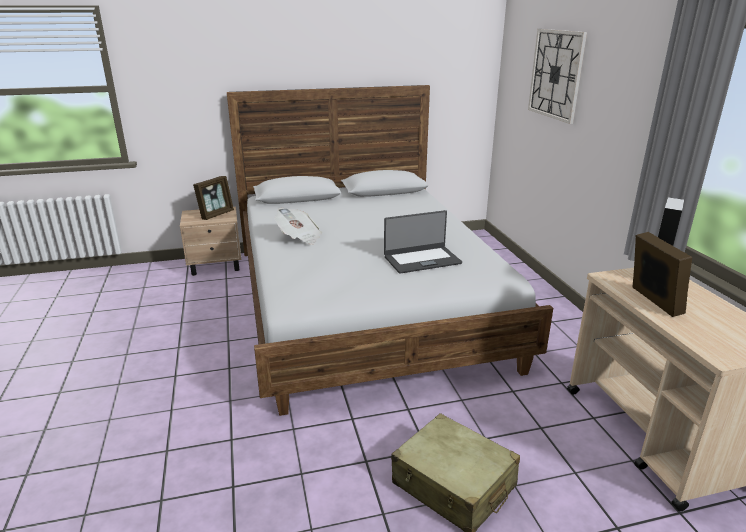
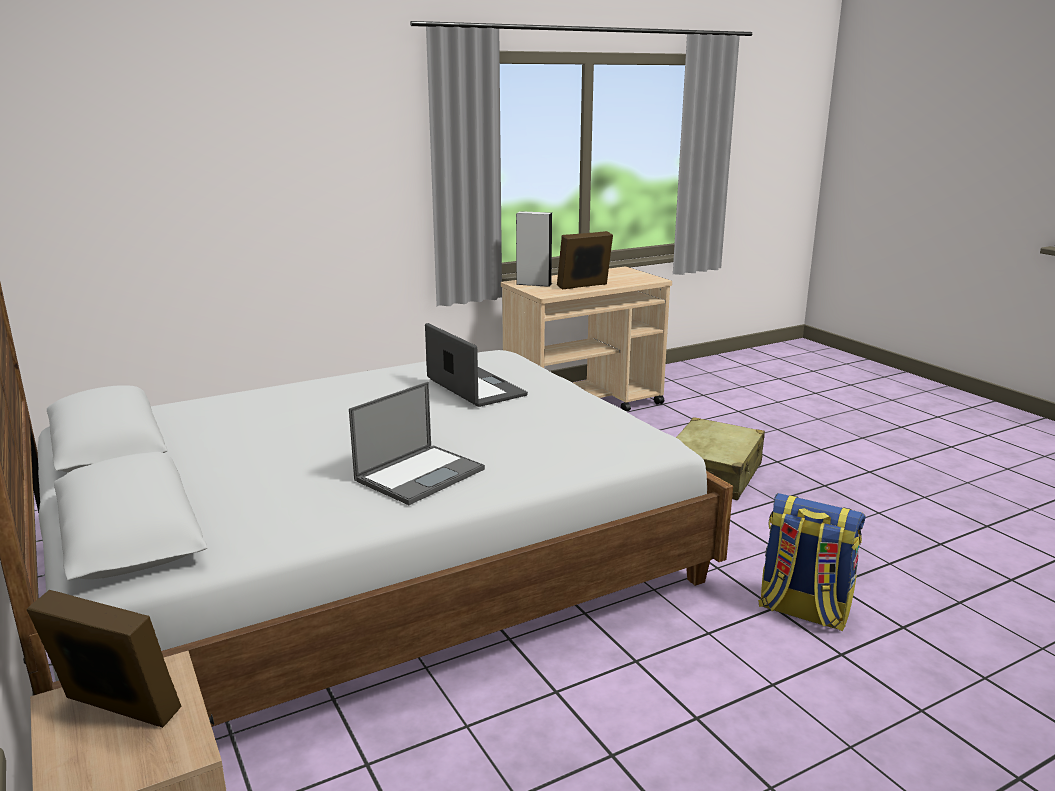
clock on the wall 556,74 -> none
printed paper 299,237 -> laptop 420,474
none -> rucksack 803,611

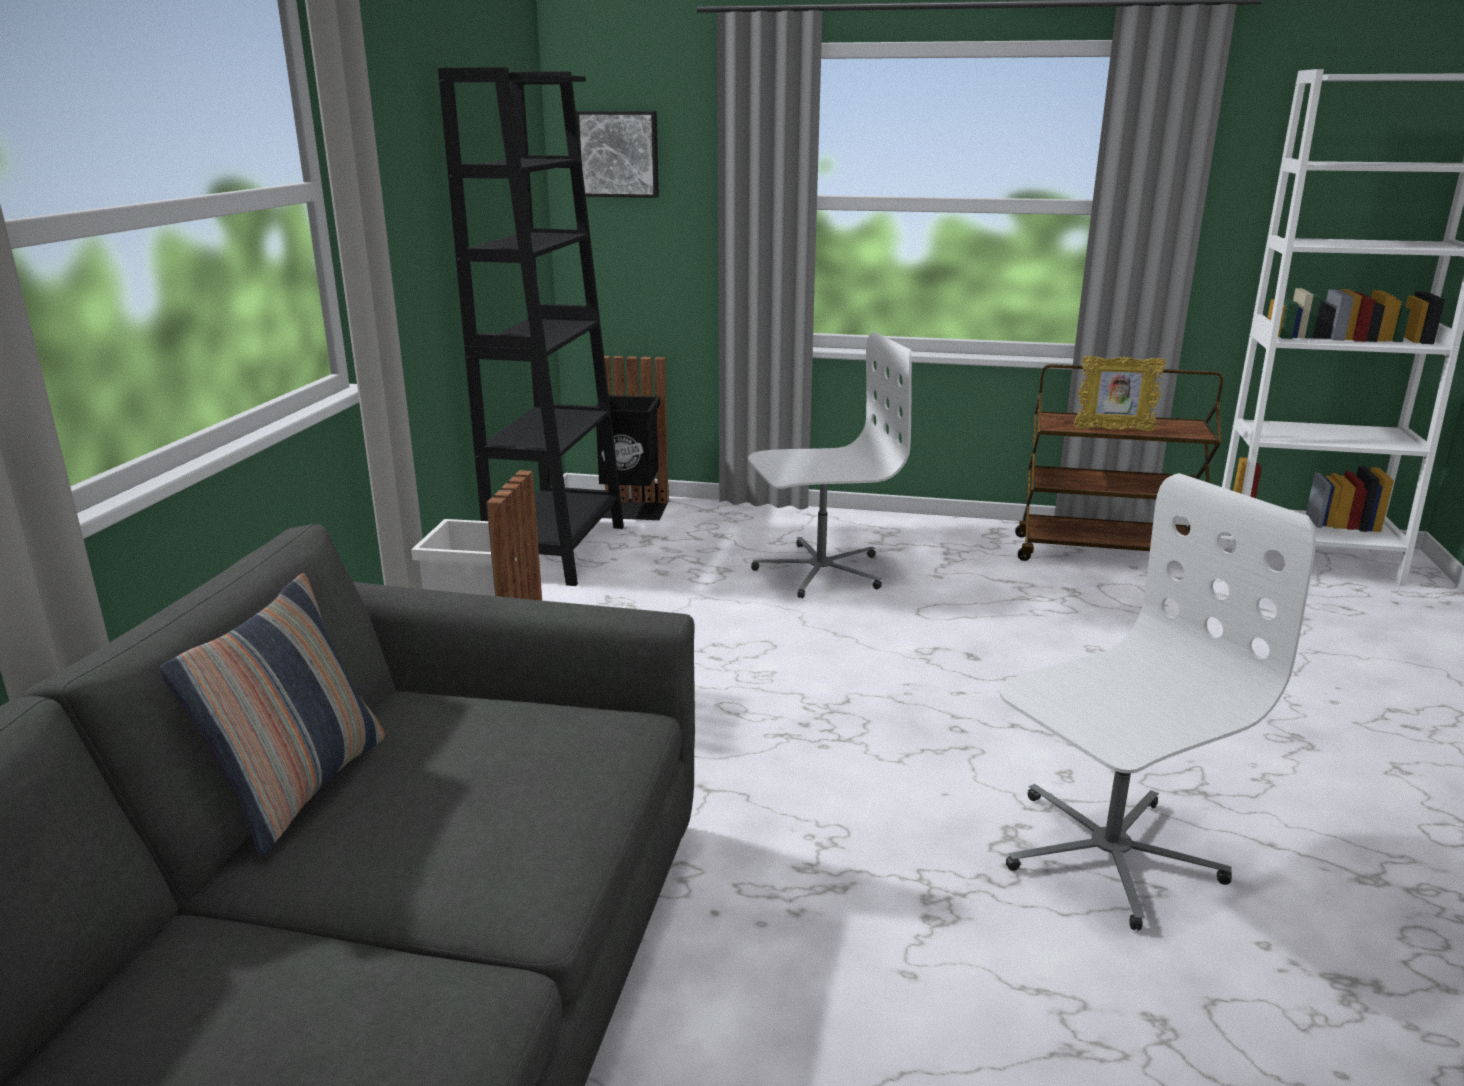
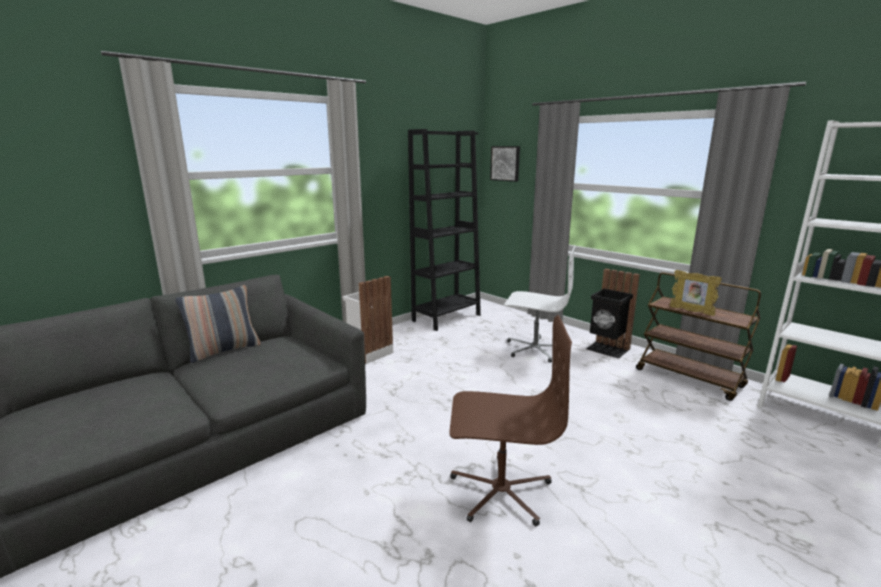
blackish waste bin 632,510 -> blackish waste bin 607,349, shifted
whitish computer chair 1107,853 -> brown computer chair 500,490

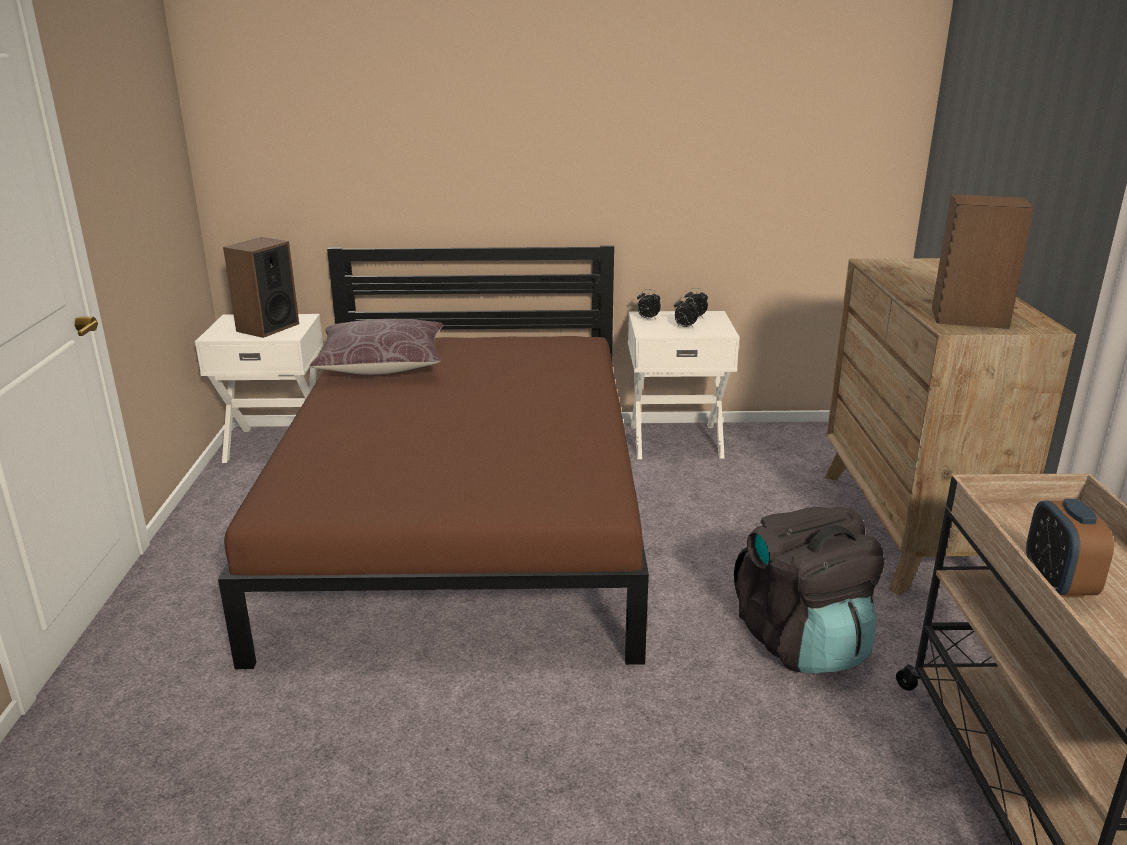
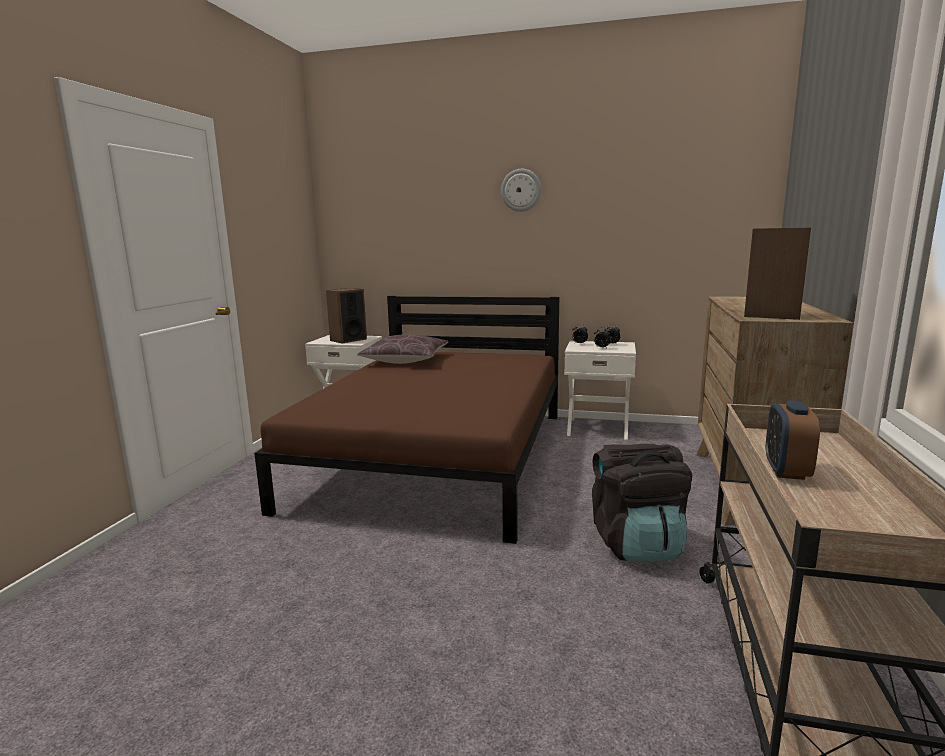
none -> clock on the wall 521,190

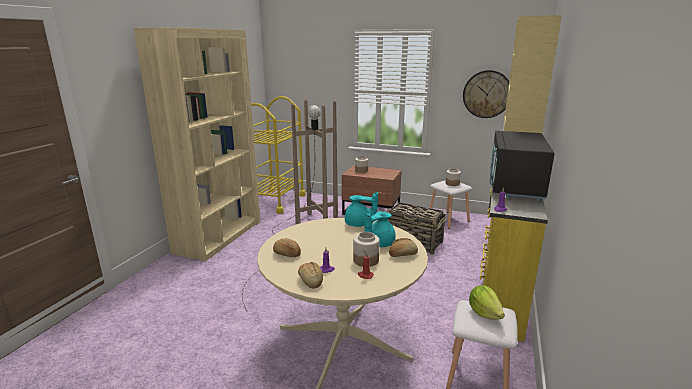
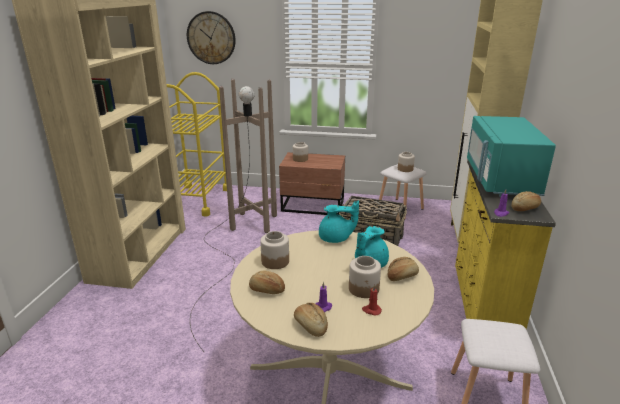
clock on the wall 487,94 -> clock on the wall 211,38, shifted
blackish kitchen microwave 514,186 -> turquoise-coloured kitchen microwave 500,180
lettuce 484,313 -> none
none -> bakery bread 525,208
none -> jar 275,261

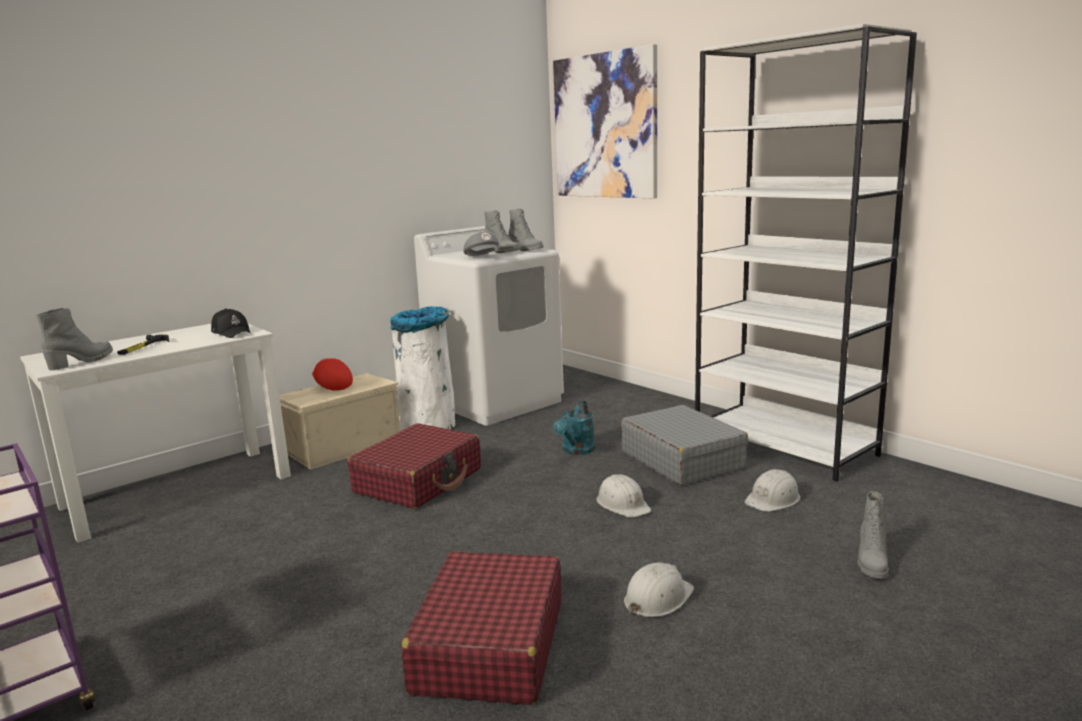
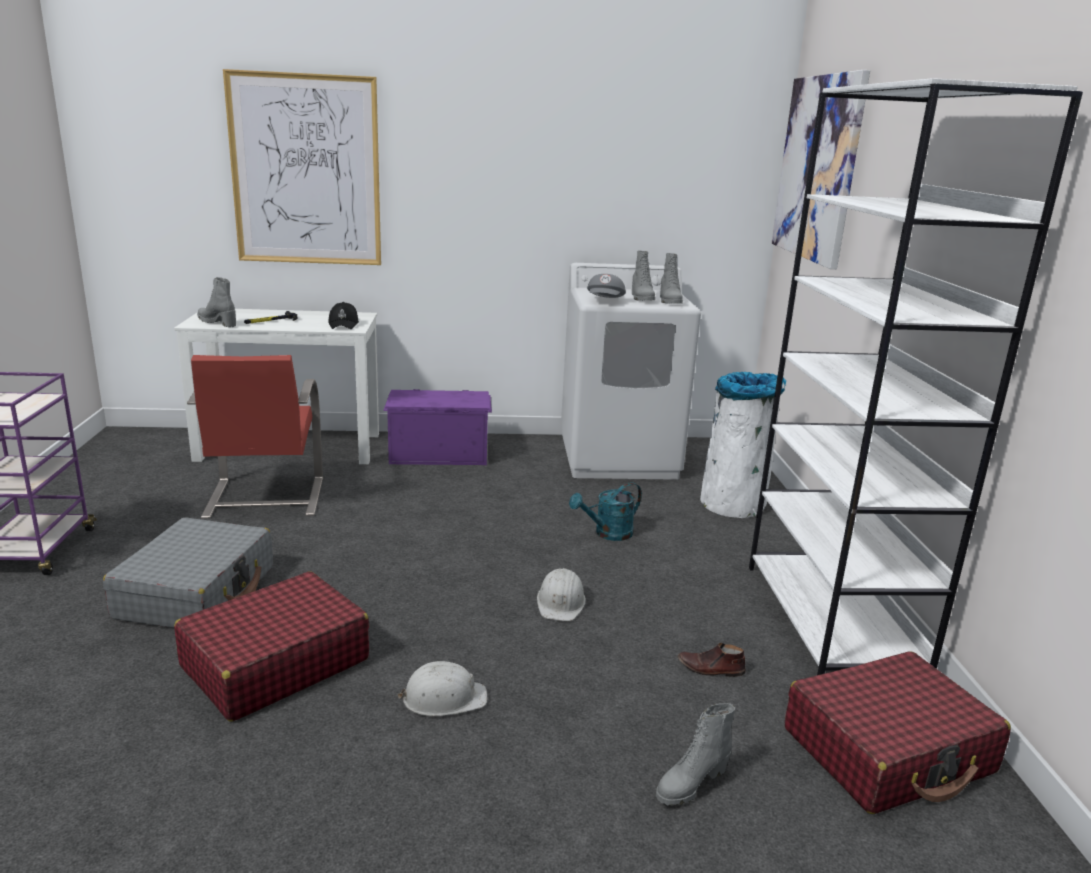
whitish waste bin 428,424 -> whitish waste bin 734,502, shifted
gray tall boot 82,362 -> gray tall boot 218,322, 120 degrees counterclockwise
red peaked cap 331,385 -> none
beige storage bin 342,446 -> purple storage bin 438,453
gray piece of luggage 682,459 -> gray piece of luggage 197,592, shifted
red piece of luggage 419,481 -> red piece of luggage 888,751, shifted
whitish safety helmet 773,499 -> brown shoe 710,669
none -> picture 306,171
none -> red upright chair 264,498

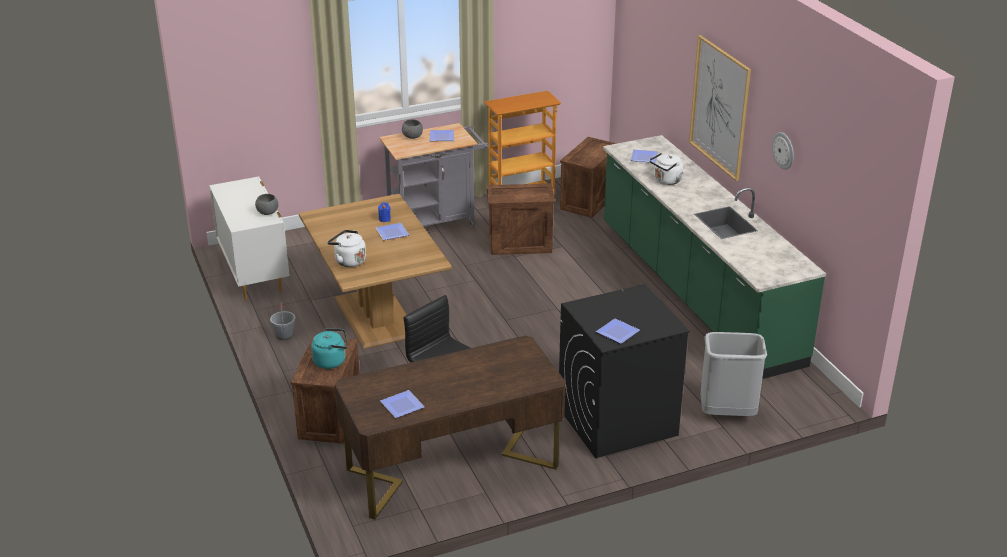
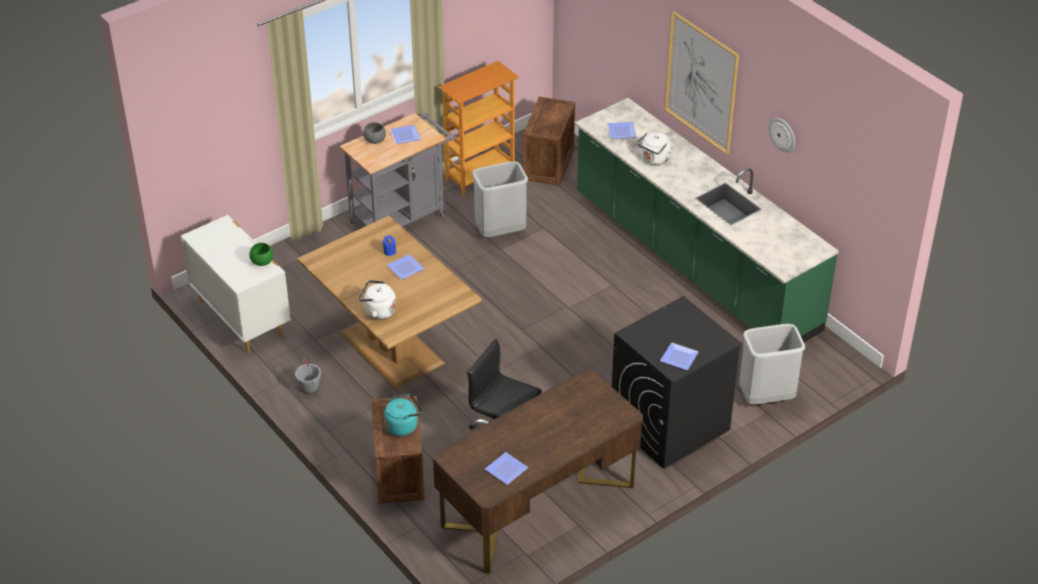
crate 520,244 -> gray waste bin 500,232
gray deep dish 267,213 -> greenish deep dish 262,262

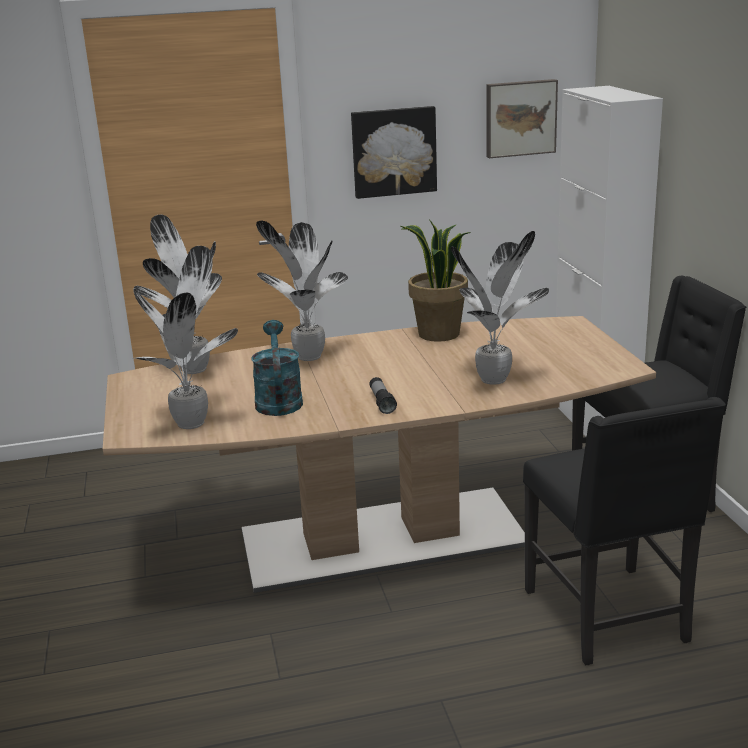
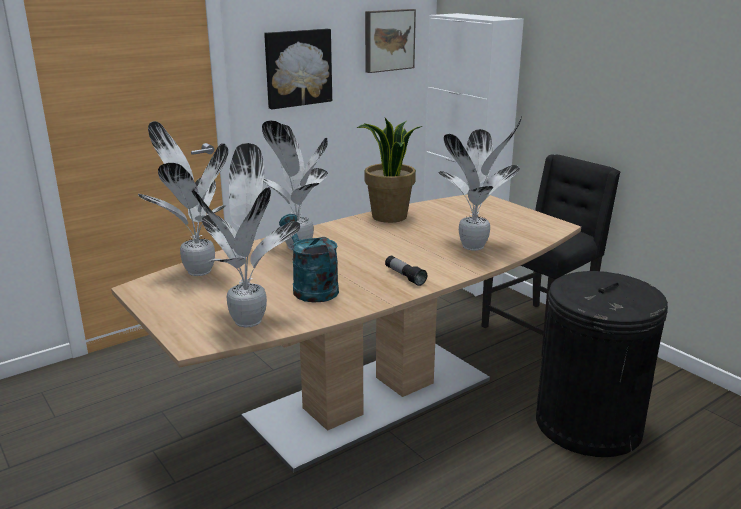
blackish upright chair 609,617 -> blackish waste bin 588,424

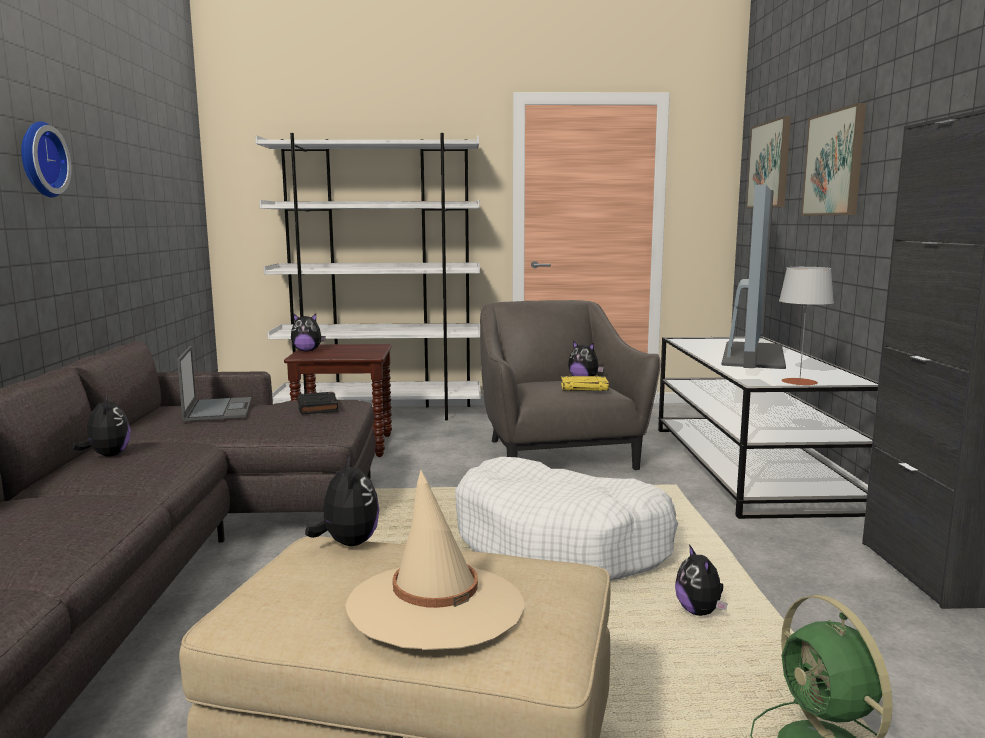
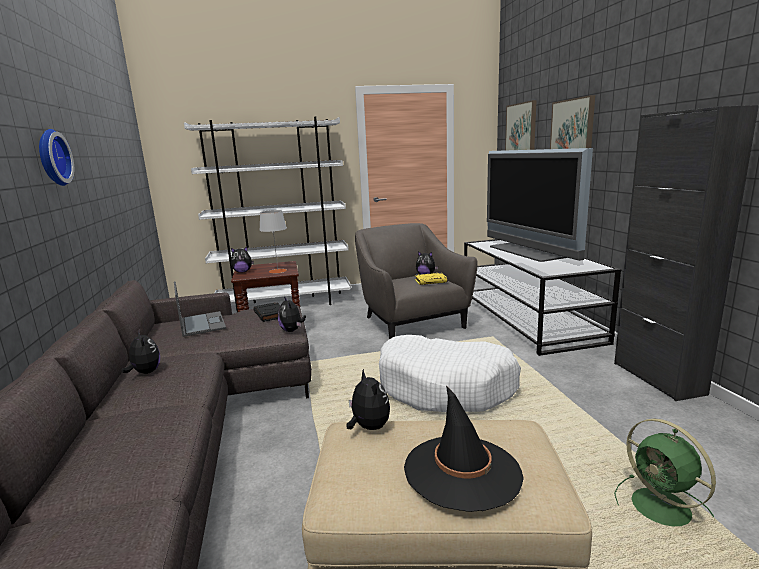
TV 753,355 -> TV 527,251, 150 degrees clockwise
gray table lamp 799,382 -> gray table lamp 277,271, shifted
beige wearable hat 436,605 -> blackish wearable hat 462,471
cuddly toy 699,612 -> cuddly toy 292,330, shifted

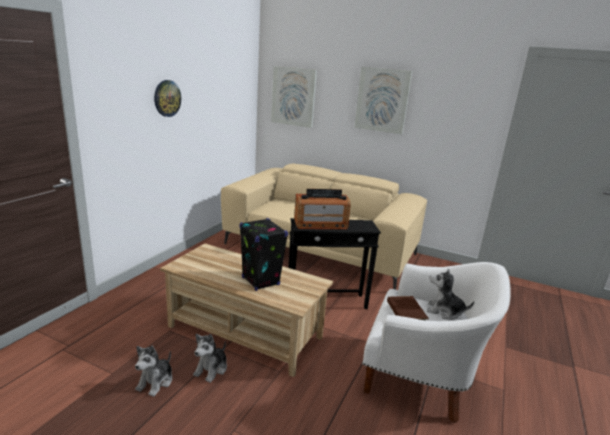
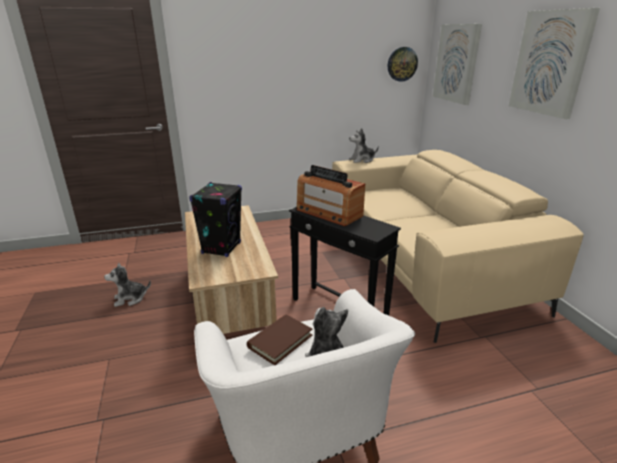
clock on the wall 167,98 -> clock on the wall 402,64, shifted
cuddly toy 211,369 -> cuddly toy 362,160, shifted

